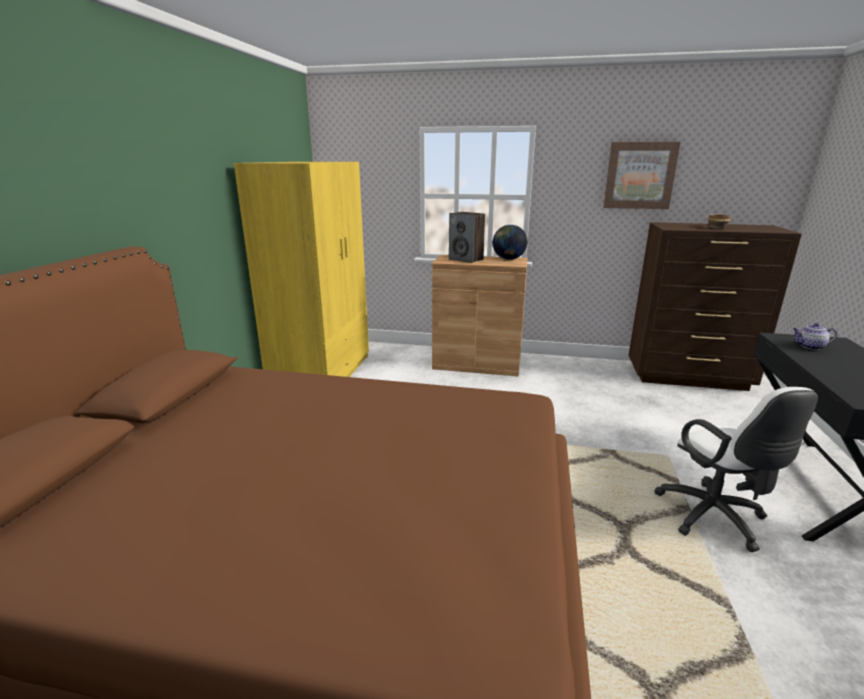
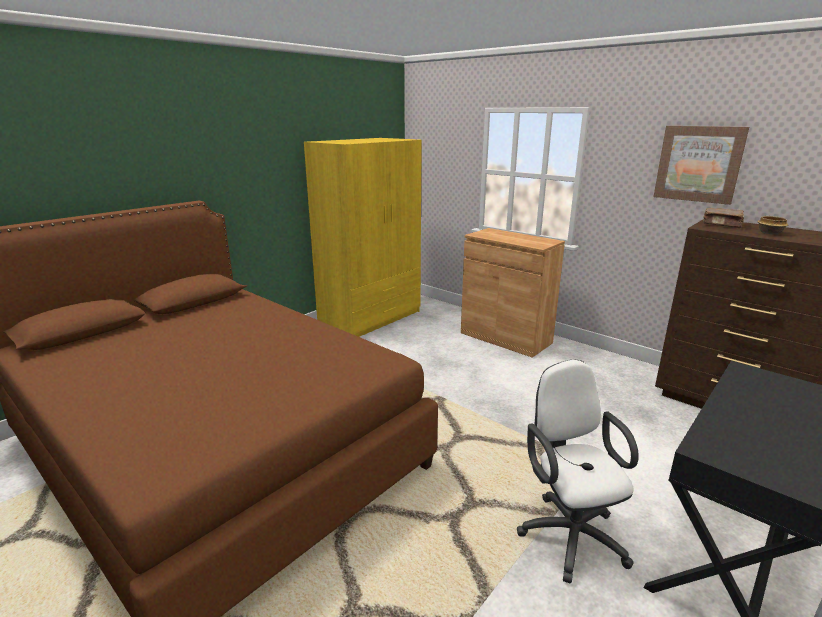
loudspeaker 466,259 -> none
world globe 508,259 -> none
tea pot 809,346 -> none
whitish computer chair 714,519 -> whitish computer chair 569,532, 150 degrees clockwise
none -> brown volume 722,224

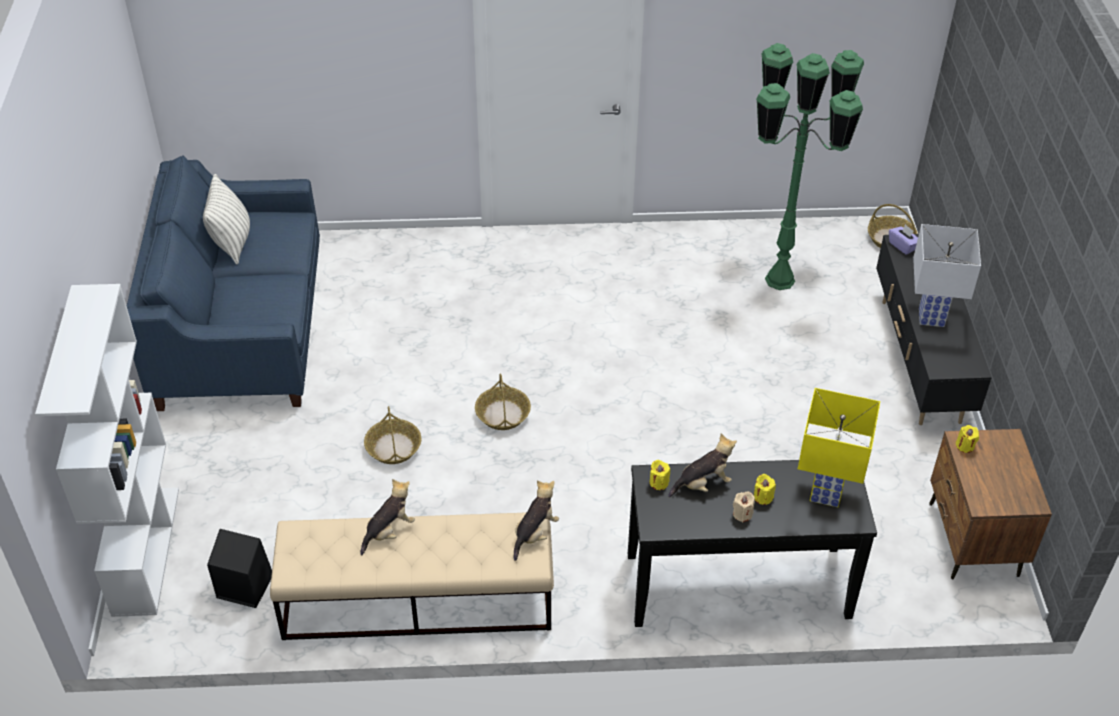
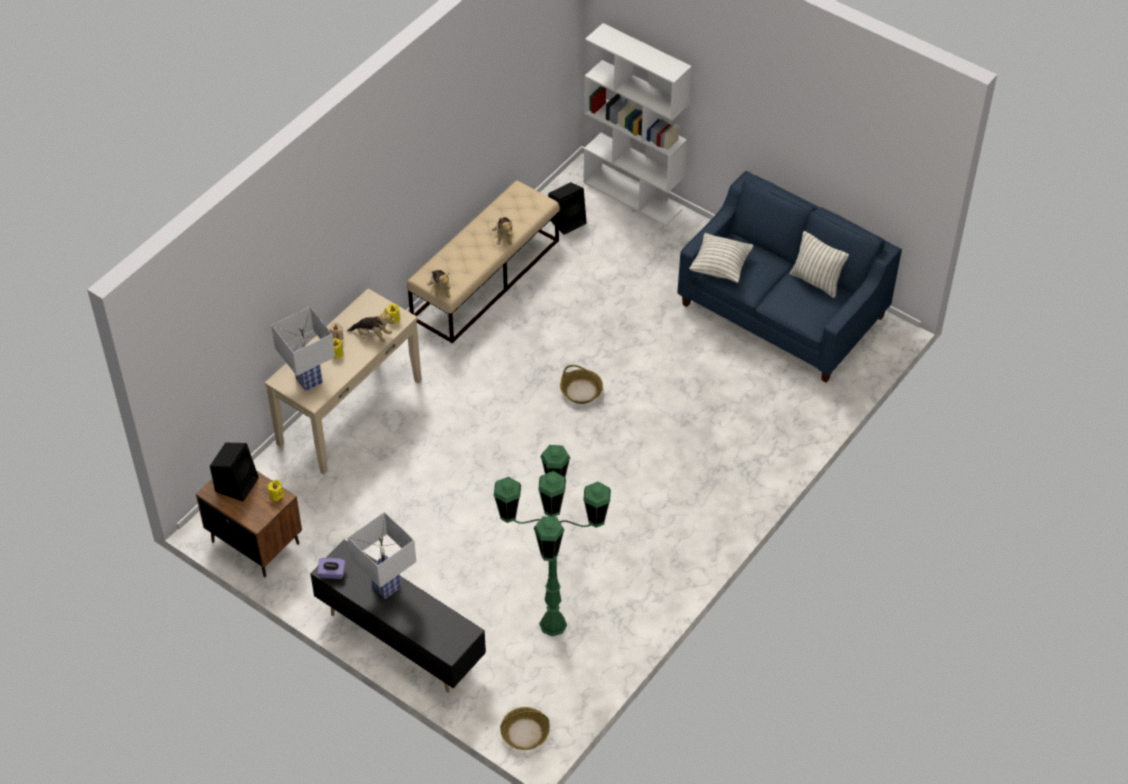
purple tissue holder 903,246 -> purple tissue holder 332,573, shifted
yellow-coloured table lamp 826,494 -> whitish table lamp 308,380
household basket 393,447 -> none
cuddly toy 703,484 -> cuddly toy 372,336, 90 degrees counterclockwise
blackish hall table 738,586 -> beige hall table 349,412
none -> cushion 720,267
none -> blackish loudspeaker 237,483

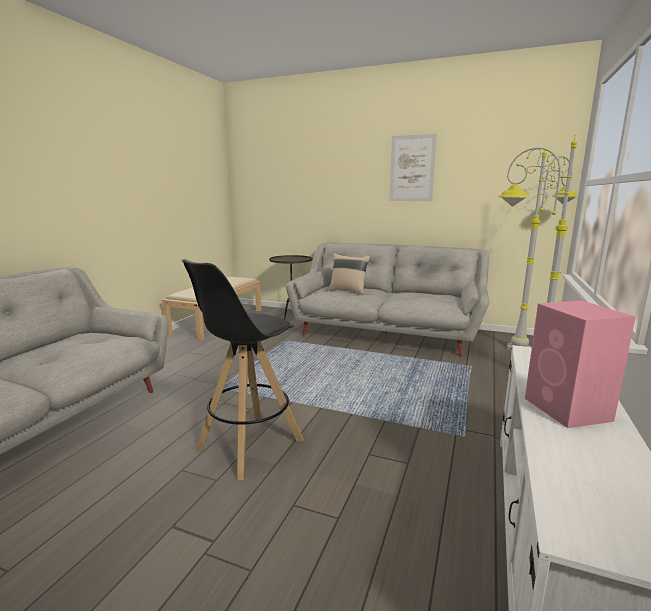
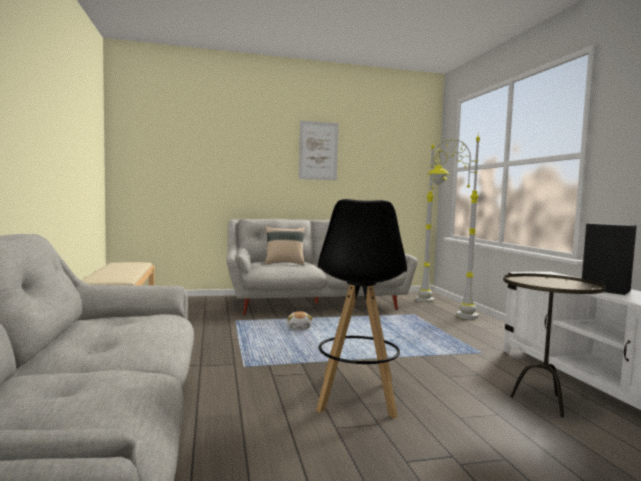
brown end table 292,315 -> brown end table 543,402, shifted
pinkish loudspeaker 568,410 -> blackish loudspeaker 607,290
none -> cuddly toy 299,328

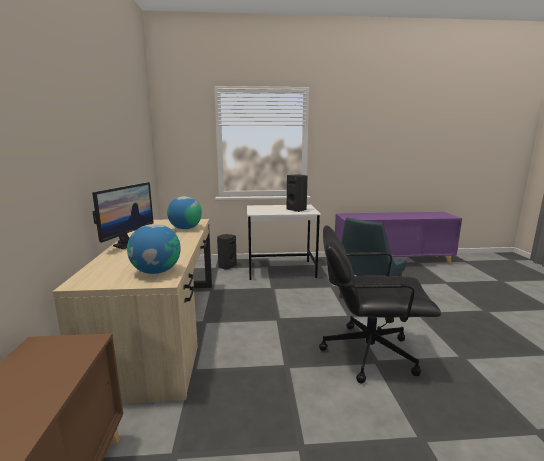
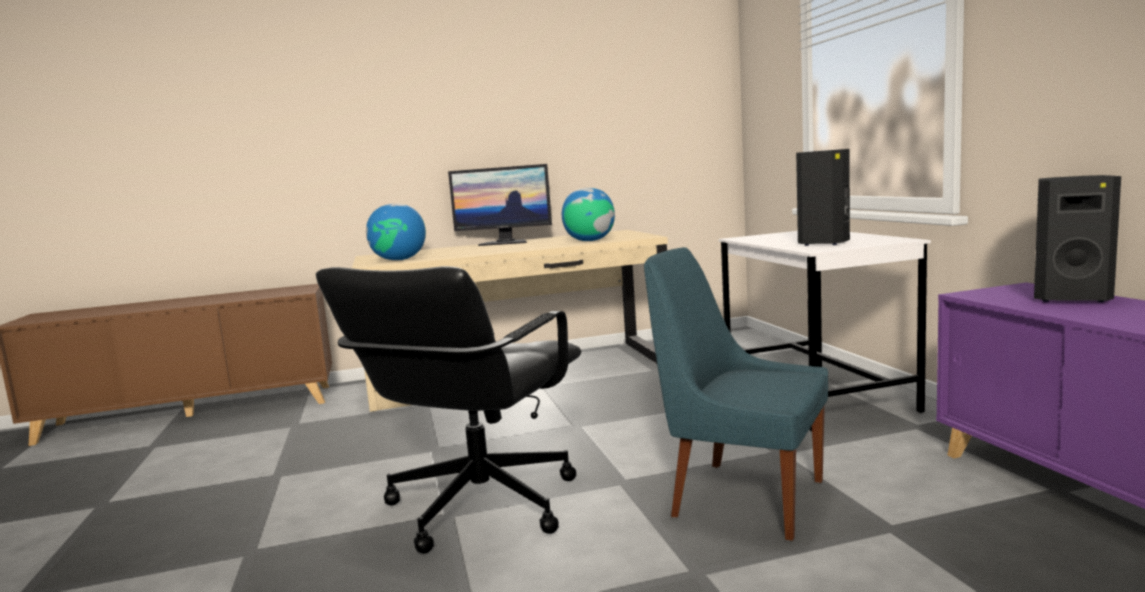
blackish computer chair 367,352 -> blackish computer chair 479,505, 150 degrees counterclockwise
blackish loudspeaker 227,266 -> blackish loudspeaker 1069,298, shifted

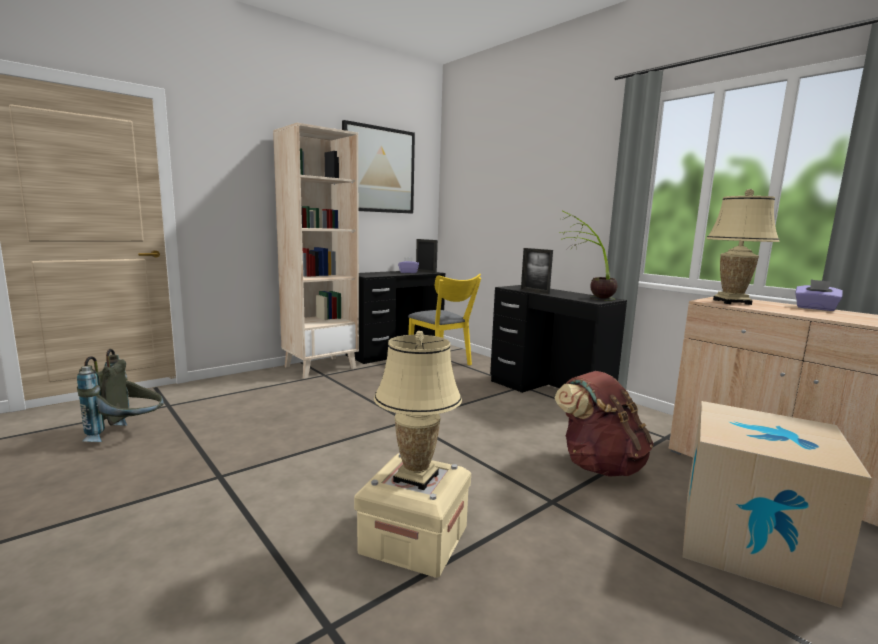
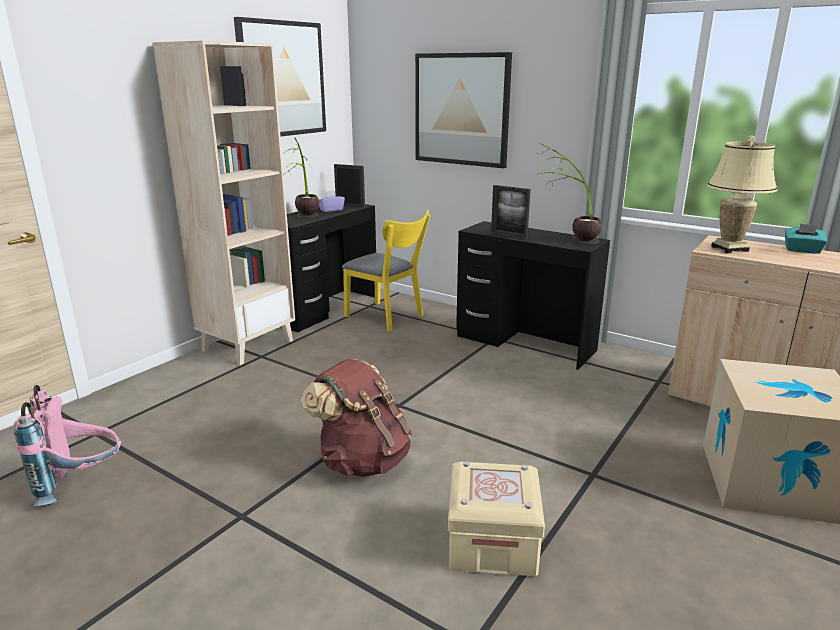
purple tissue holder 815,308 -> turquoise-coloured tissue holder 802,250
beige table lamp 416,478 -> none
gray rucksack 129,435 -> pinkish rucksack 81,484
brown rucksack 599,465 -> brown rucksack 362,461, shifted
none -> picture 461,109
none -> houseplant 305,218

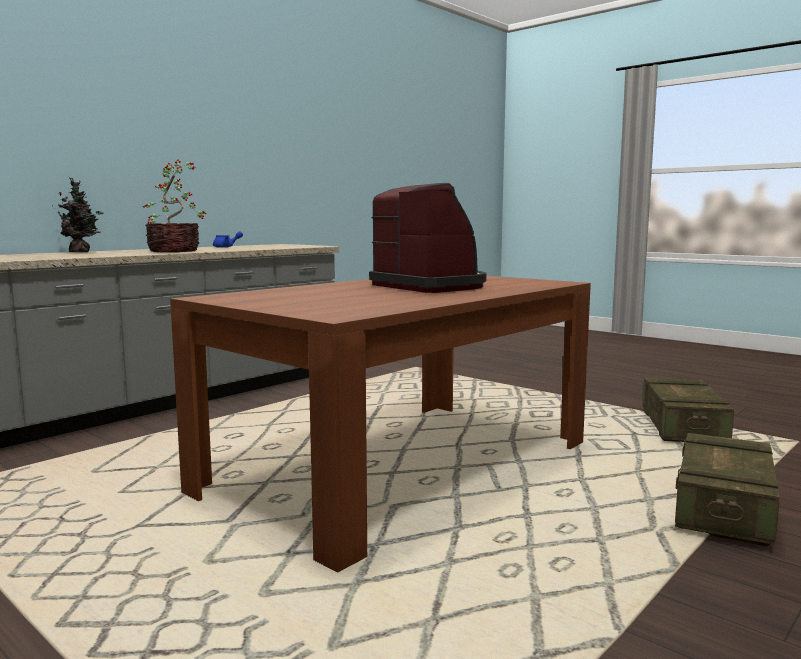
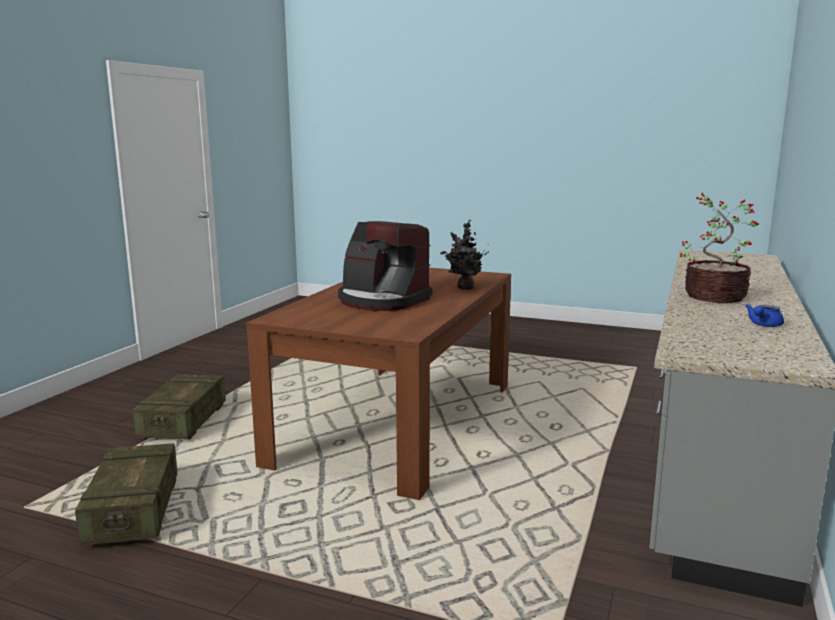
houseplant 81,252 -> houseplant 464,288, shifted

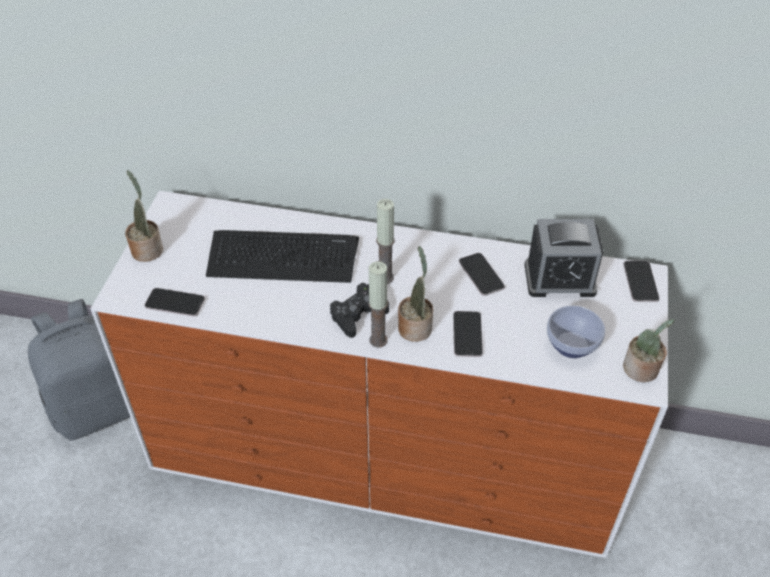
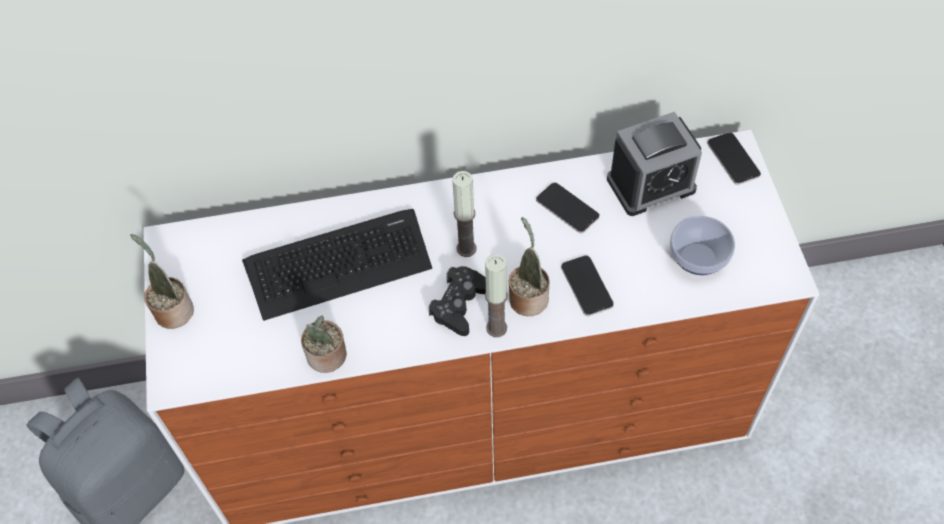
phone 175,303 -> none
houseplant 641,370 -> houseplant 328,357, shifted

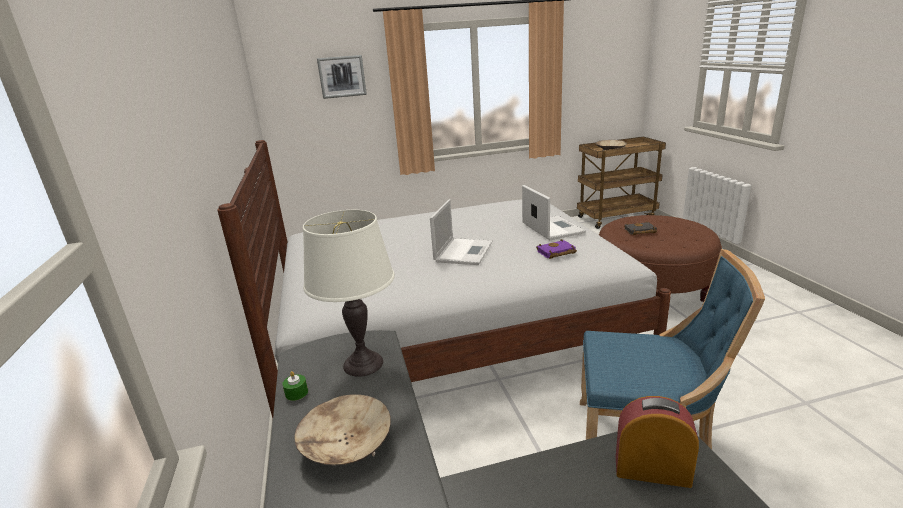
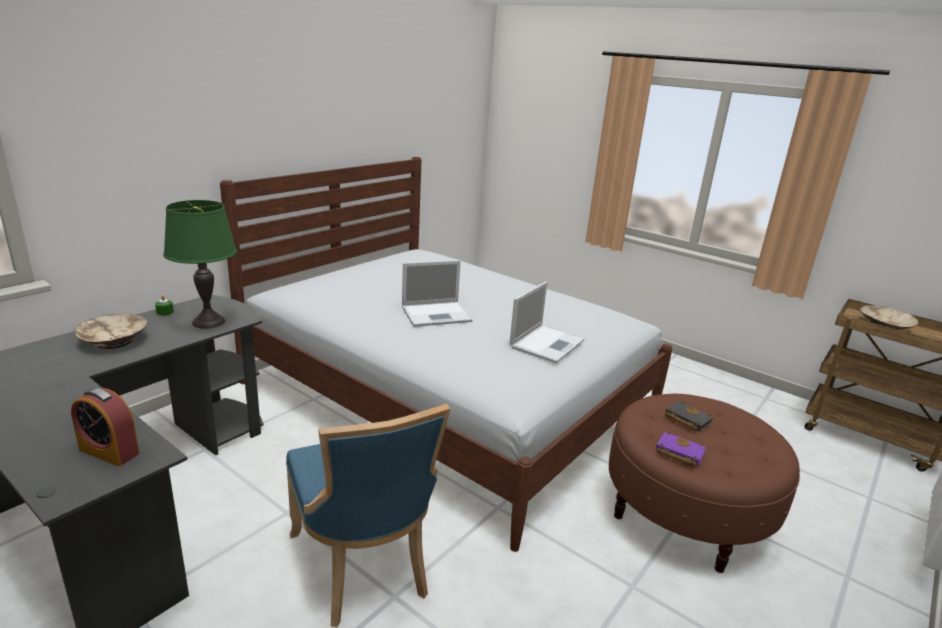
picture 342,76 -> none
whitish table lamp 363,364 -> greenish table lamp 209,322
purple volume 556,253 -> purple volume 678,453, shifted
bedside clock 652,470 -> bedside clock 109,451, 135 degrees clockwise

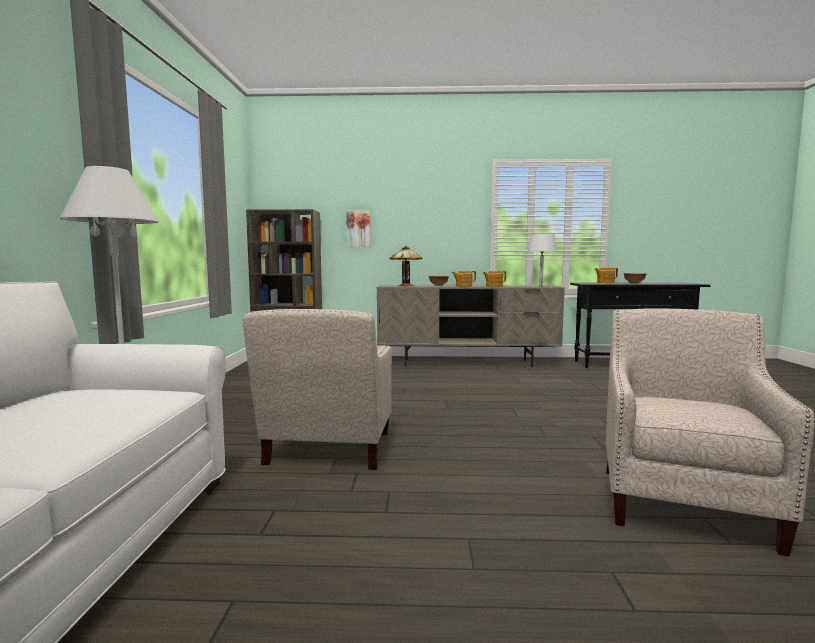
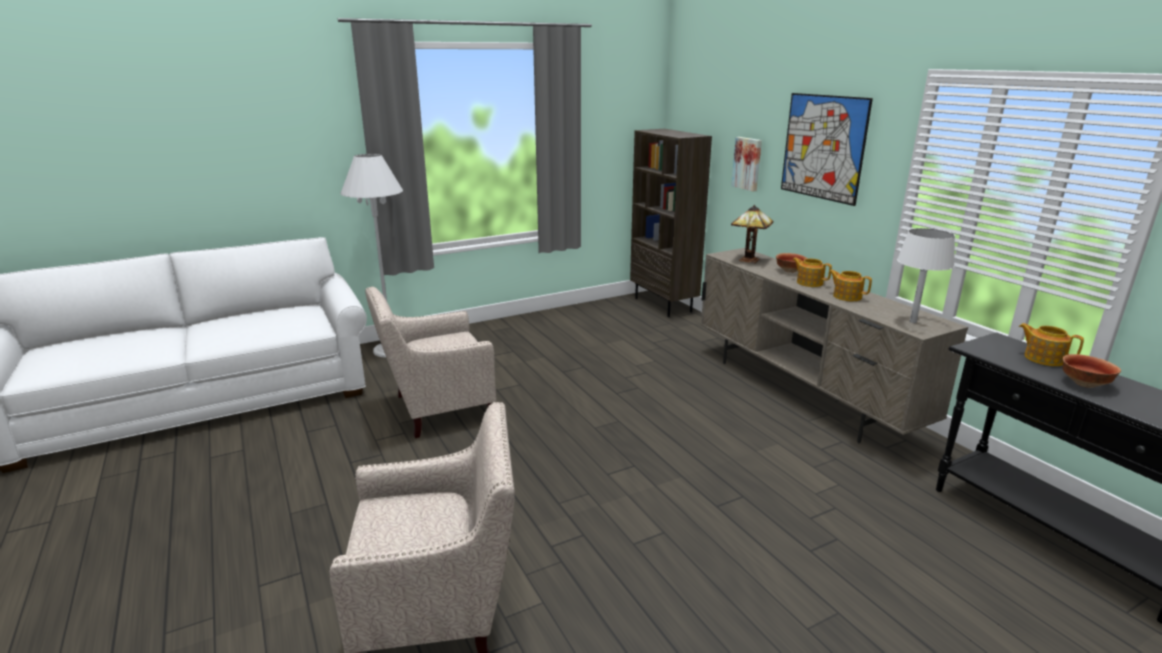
none -> picture 823,147

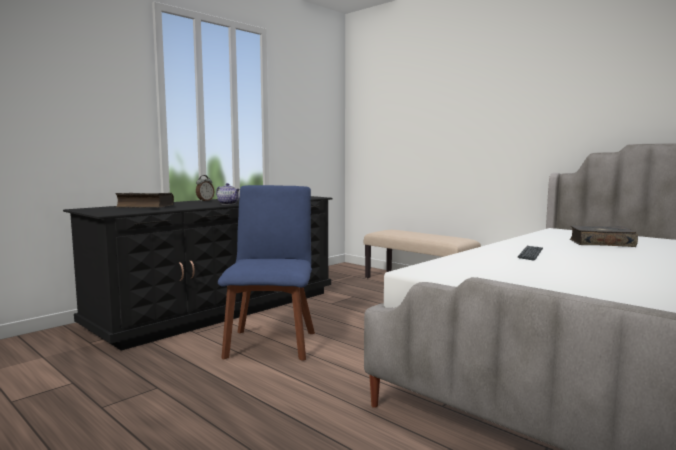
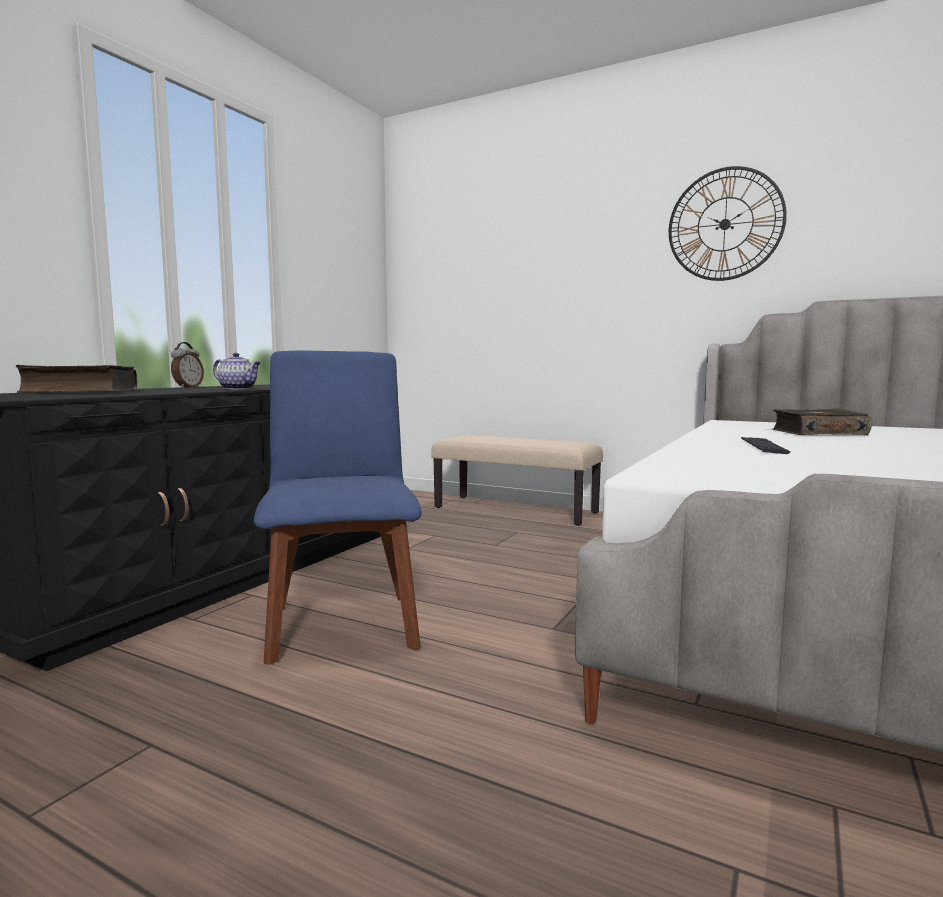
none -> clock on the wall 725,224

